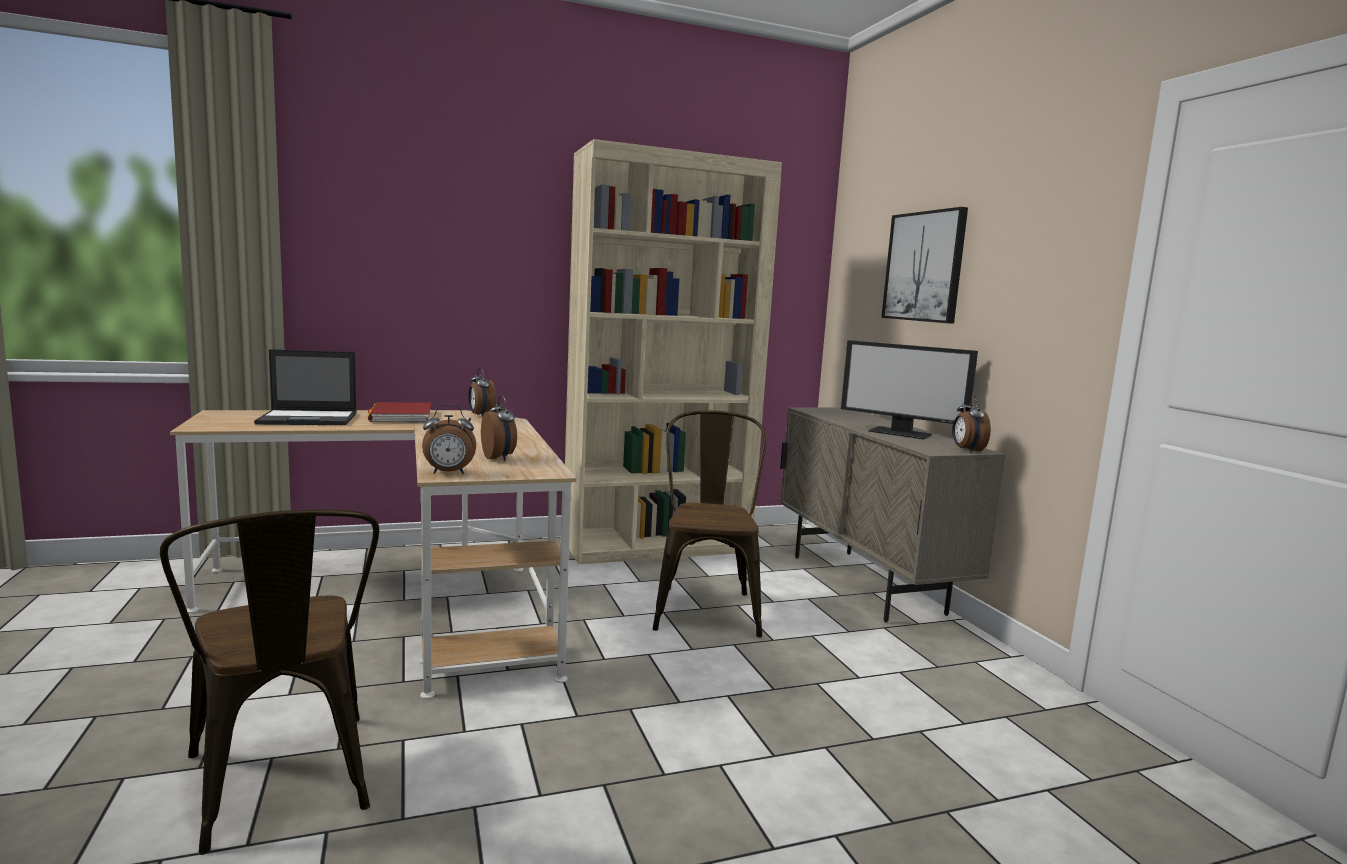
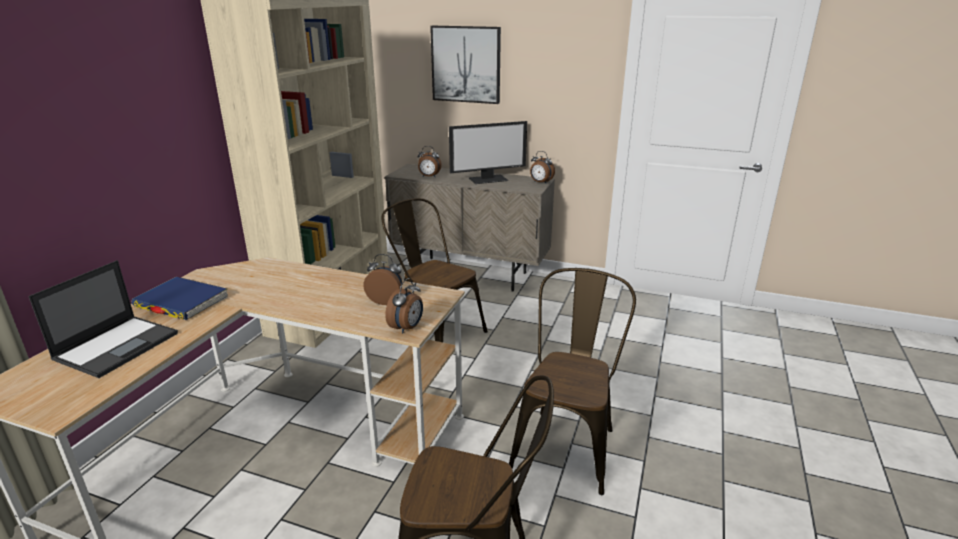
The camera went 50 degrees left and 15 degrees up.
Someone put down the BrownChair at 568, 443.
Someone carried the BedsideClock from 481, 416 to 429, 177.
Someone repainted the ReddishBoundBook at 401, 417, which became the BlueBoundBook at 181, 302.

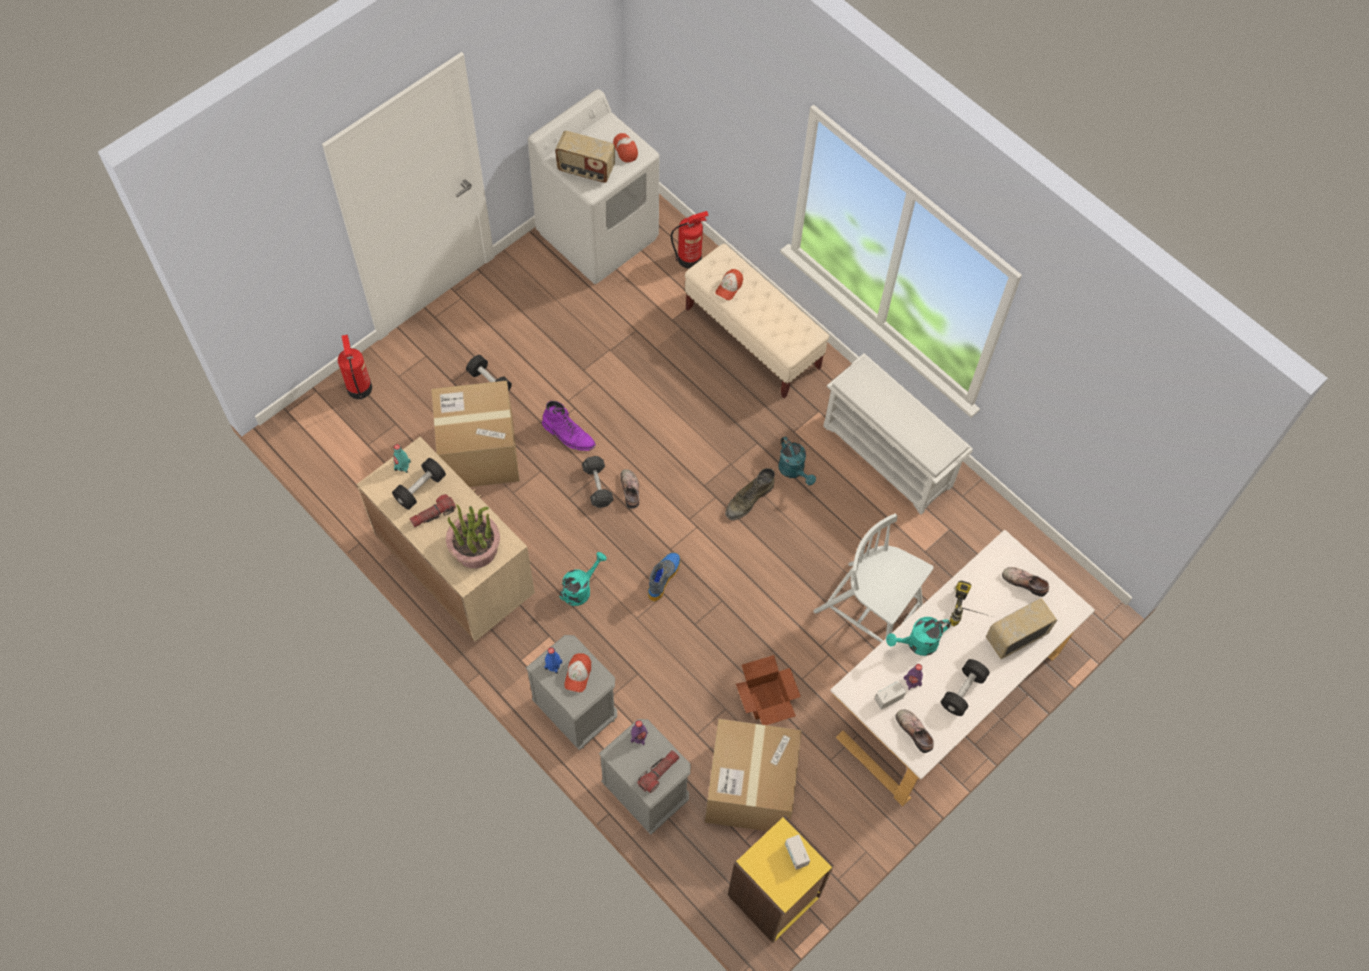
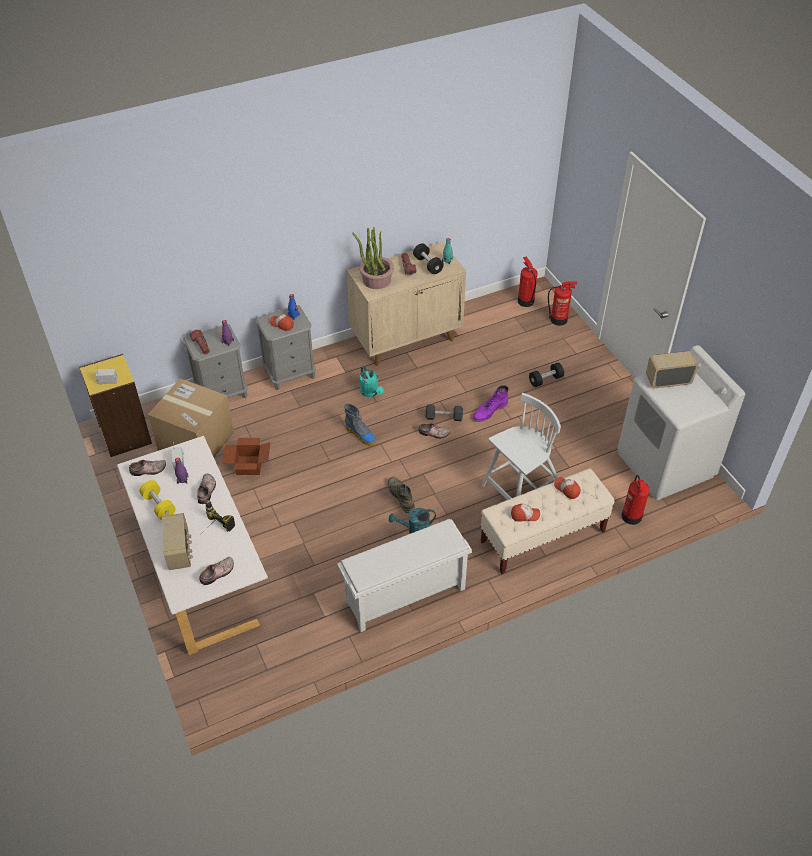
The camera went 110 degrees right and 15 degrees down.
Someone took away the PackingBox at 479, 453.
Someone put down the Extinguisher at 525, 301.
Someone carried the PeakedCap from 625, 149 to 525, 515.
Someone carried the WhiteColouredChair from 870, 611 to 521, 488.
Someone swapped the BlueGreenWateringCan at 917, 644 for the Shoe at 207, 491.
Someone repainted the BlackFreeWeight at 962, 691, which became the YellowishFreeWeight at 159, 505.
Someone rotated the RadioSet at 586, 170 by 45 degrees clockwise.

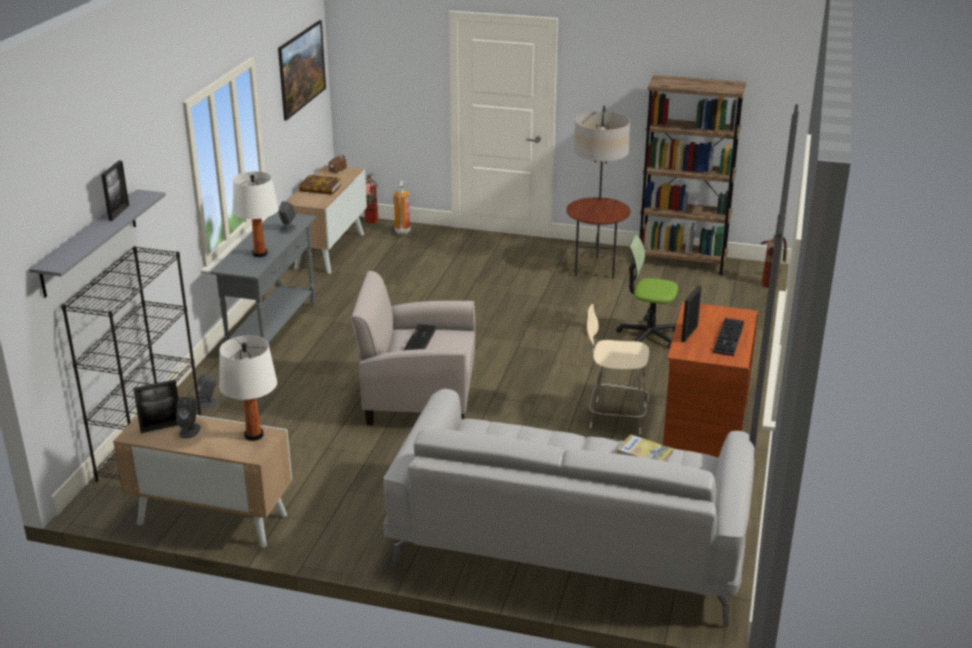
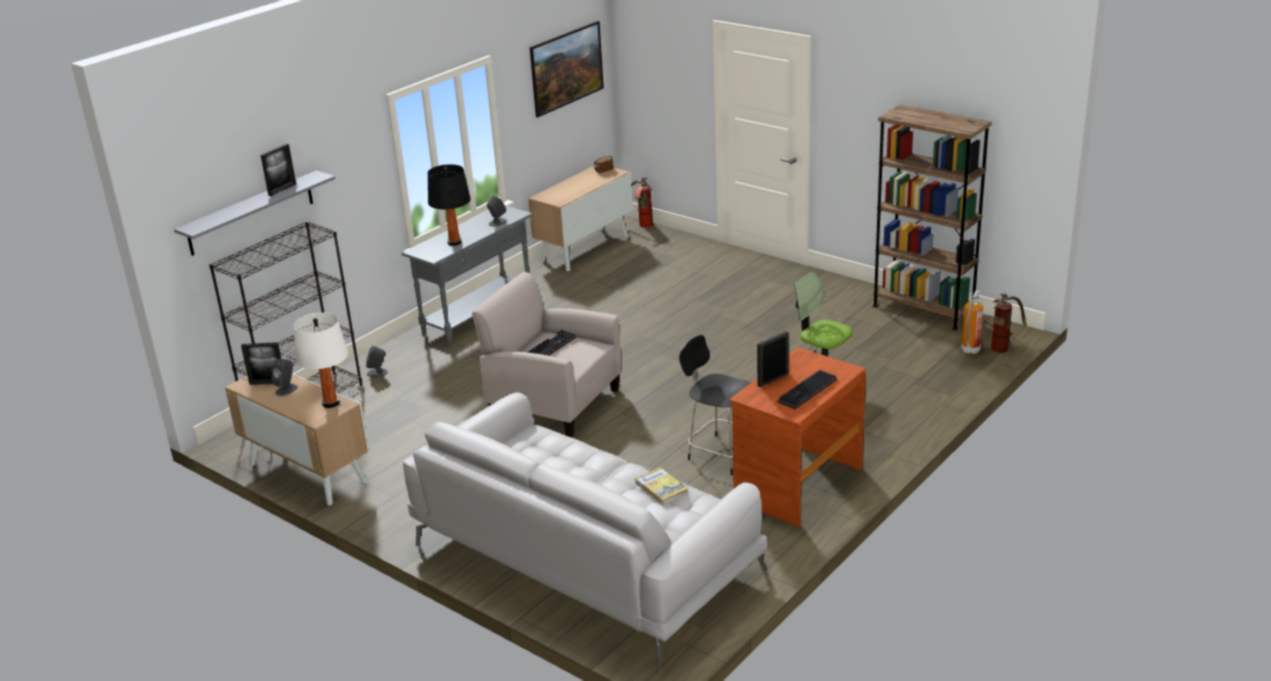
The camera went 25 degrees right and 0 degrees up.
Someone took away the BoundBook at 320, 188.
Someone took away the FloorLamp at 595, 268.
Someone carried the Extinguisher from 402, 232 to 970, 351.
Someone repainted the WhiteColouredTableLamp at 260, 254, which became the BlackTableLamp at 454, 242.
Someone repainted the SandColouredChair at 615, 417, which became the BlackChair at 721, 454.

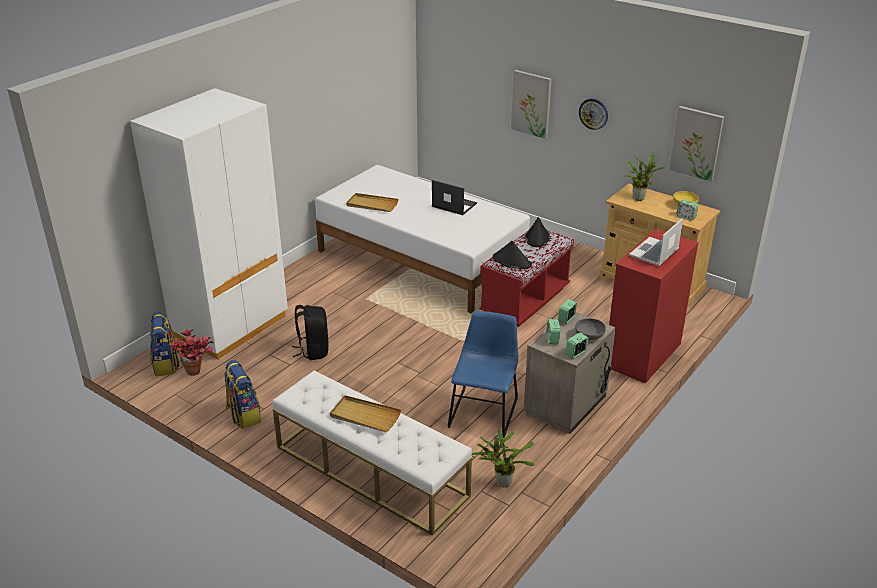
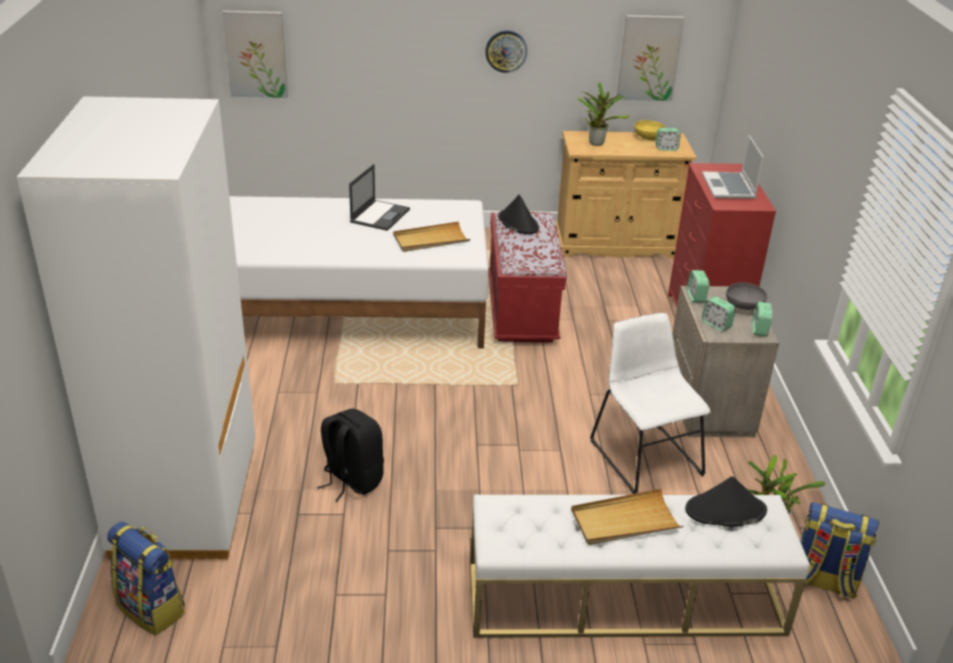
The camera went 40 degrees left and 0 degrees up.
Someone took away the Houseplant at 198, 373.
Someone carried the Rucksack from 243, 415 to 822, 581.
Someone carried the SandColouredCarryingTray from 372, 204 to 431, 240.
Someone carried the BlackWearableHat from 511, 261 to 725, 510.
Someone carried the Picture from 531, 103 to 256, 54.
Someone repainted the BlueChair at 484, 410, which became the WhiteColouredChair at 643, 454.
Someone rotated the Laptop at 453, 205 by 120 degrees clockwise.

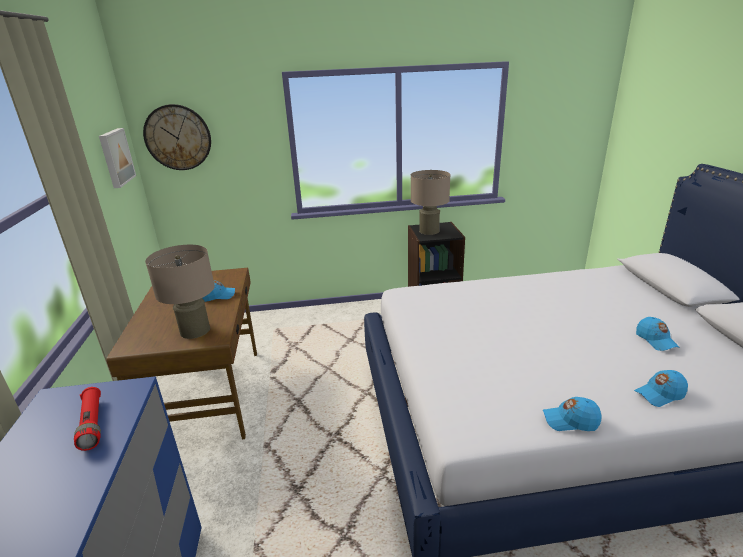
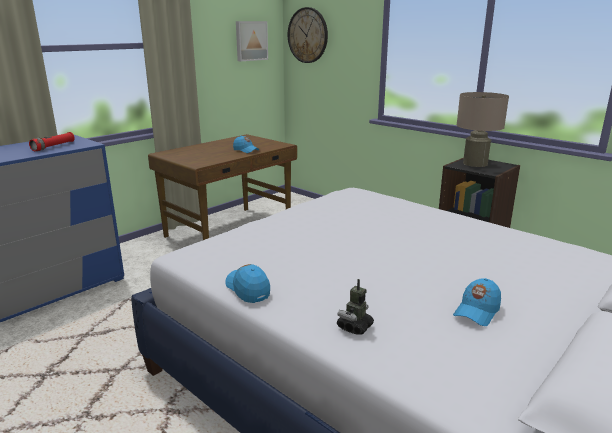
The camera went 50 degrees right and 5 degrees down.
Someone took away the SandColouredTableLamp at 195, 330.
Someone swapped the BluePeakedCap at 659, 394 for the ModelRobot at 355, 327.

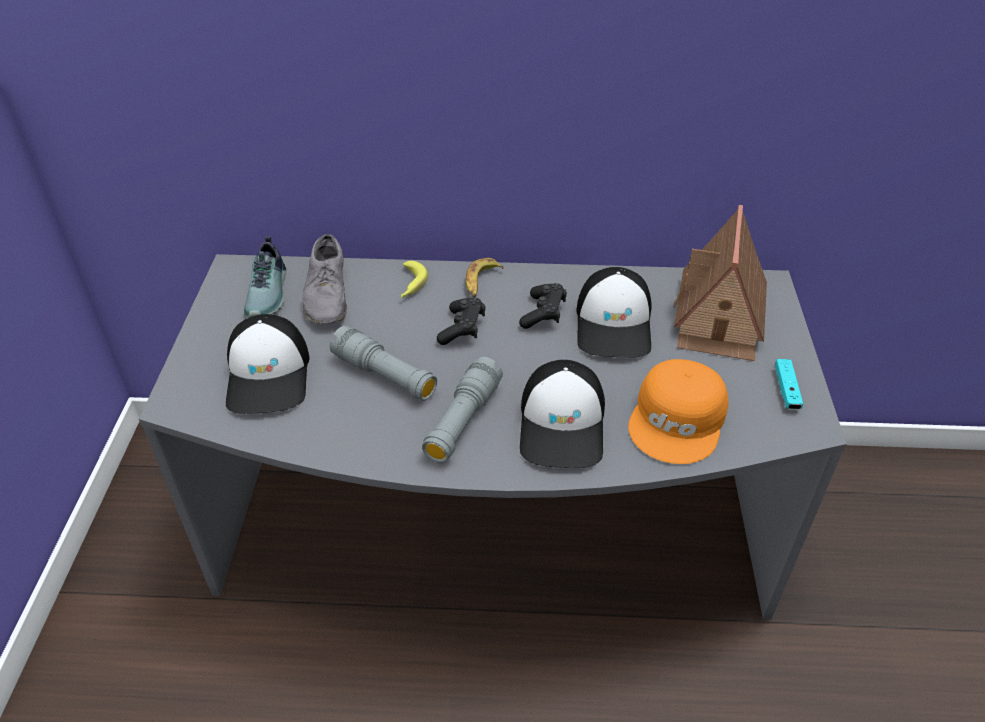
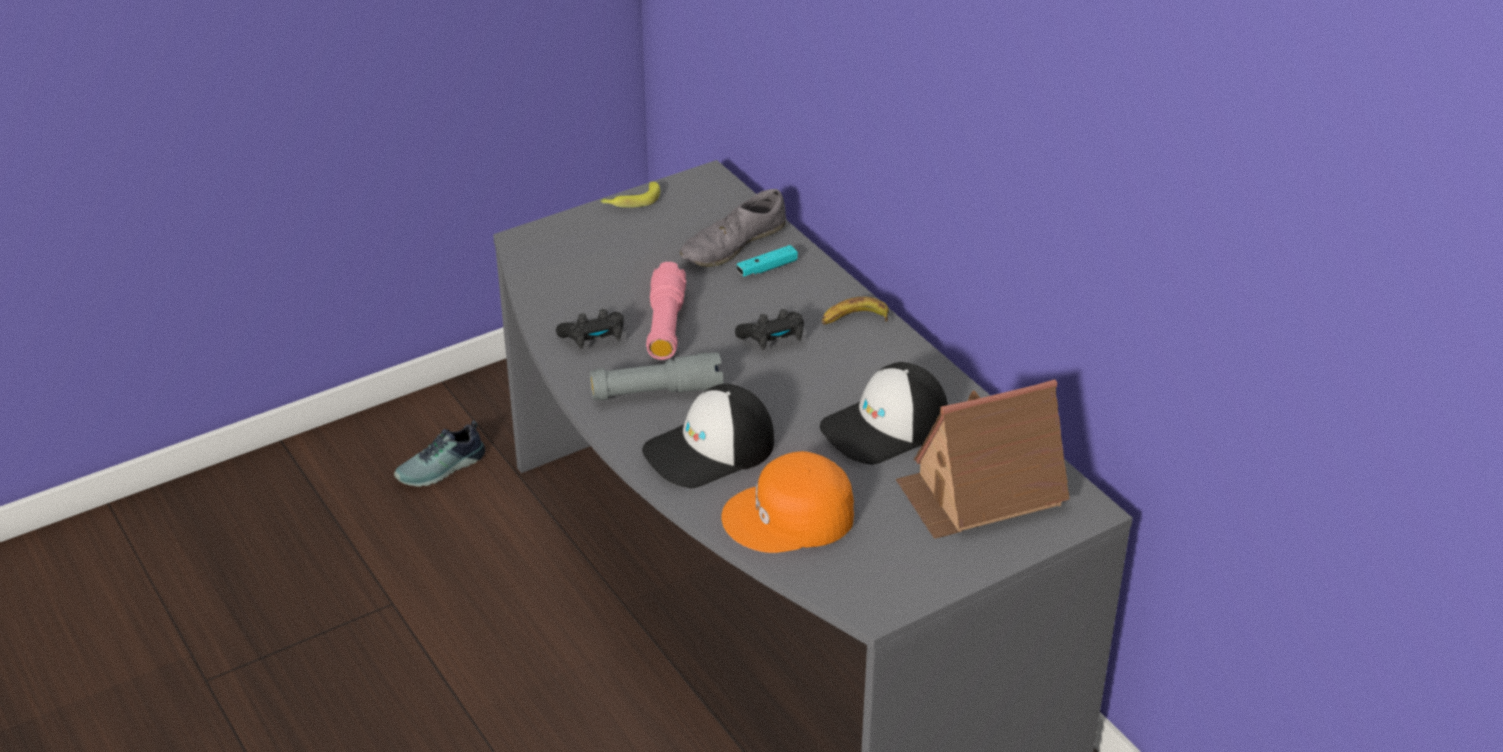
The camera went 55 degrees right and 5 degrees down.
Someone took away the PeakedCap at 269, 376.
Someone carried the Shoe from 269, 293 to 442, 469.
Someone carried the Banana from 410, 285 to 631, 201.
Someone carried the BlackJoypad from 543, 314 to 594, 339.
Someone carried the BlueGreenJoypad from 786, 390 to 767, 268.
Someone repainted the GreyishFlashlight at 384, 375, which became the PinkFlashlight at 665, 325.

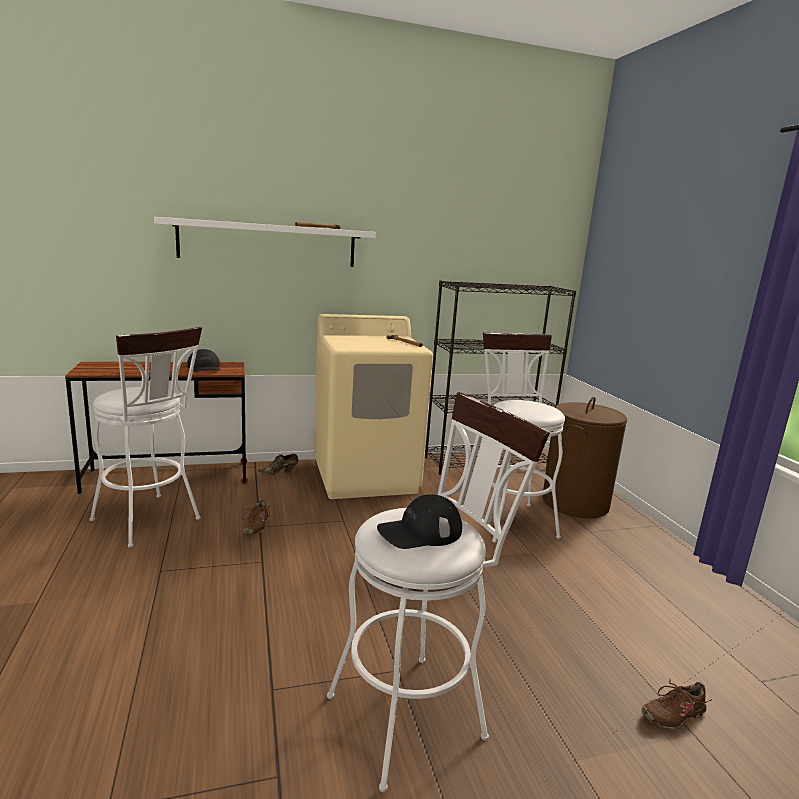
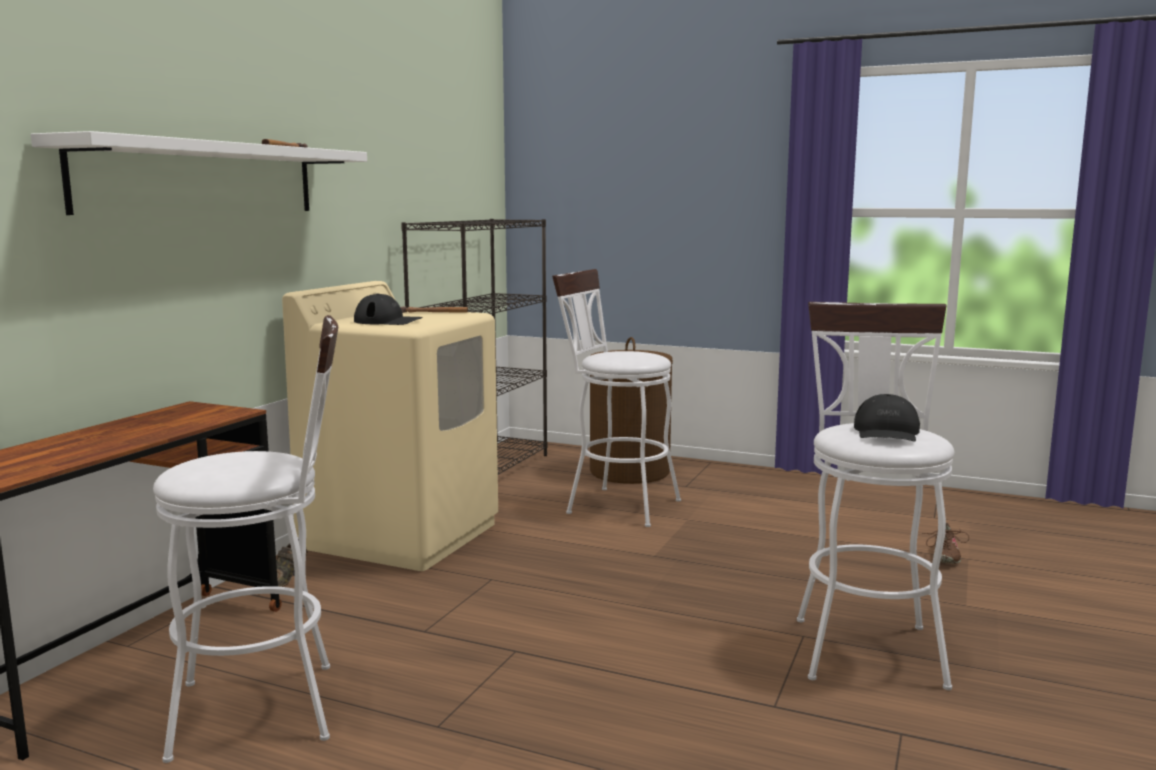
The camera went 50 degrees left and 5 degrees down.
Someone took away the BrownShoe at 255, 525.
Someone carried the BlackPeakedCap from 205, 368 to 388, 321.

